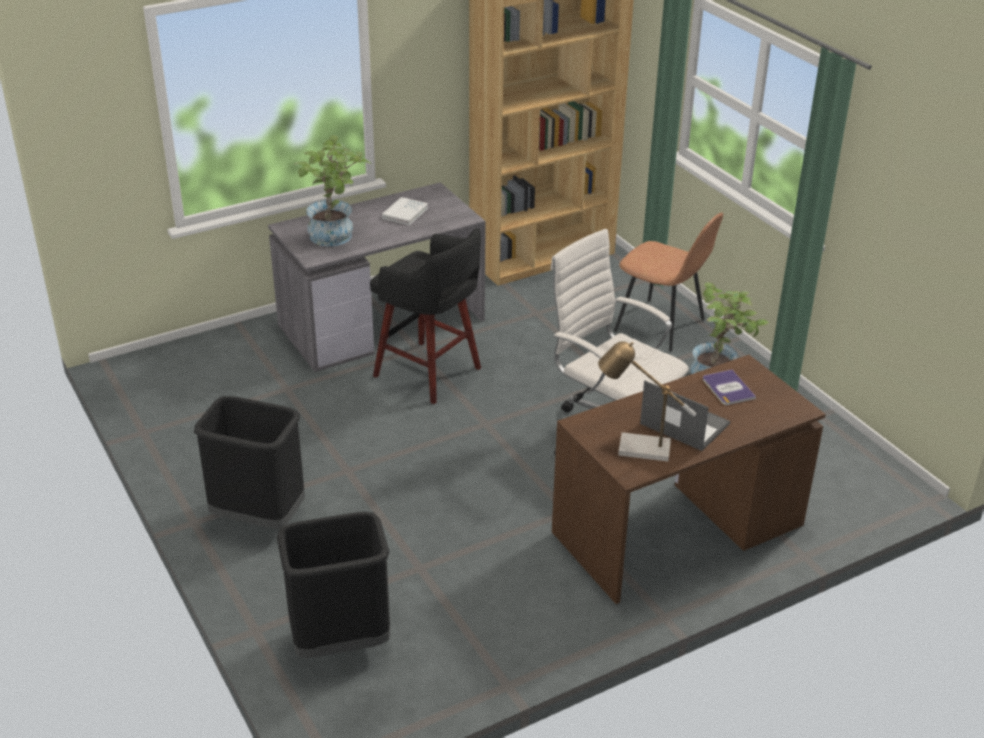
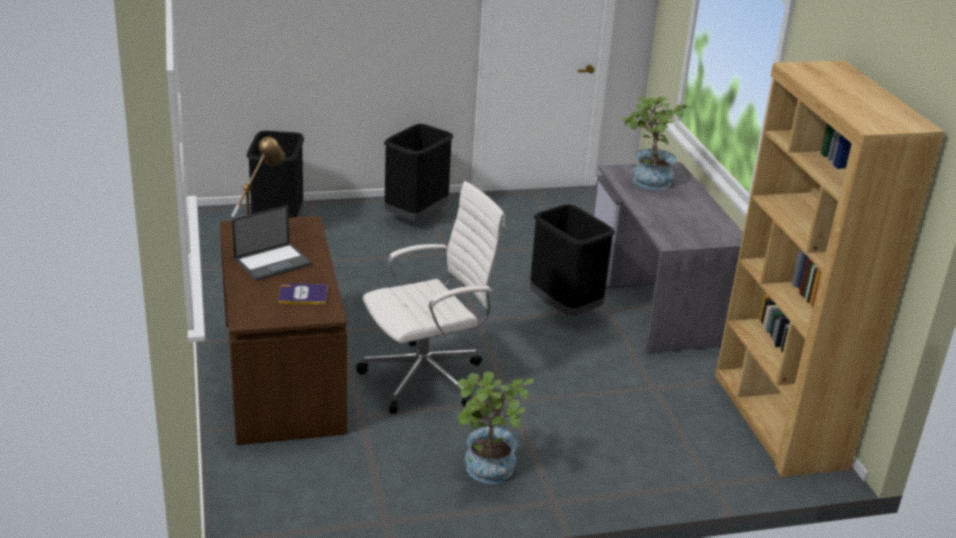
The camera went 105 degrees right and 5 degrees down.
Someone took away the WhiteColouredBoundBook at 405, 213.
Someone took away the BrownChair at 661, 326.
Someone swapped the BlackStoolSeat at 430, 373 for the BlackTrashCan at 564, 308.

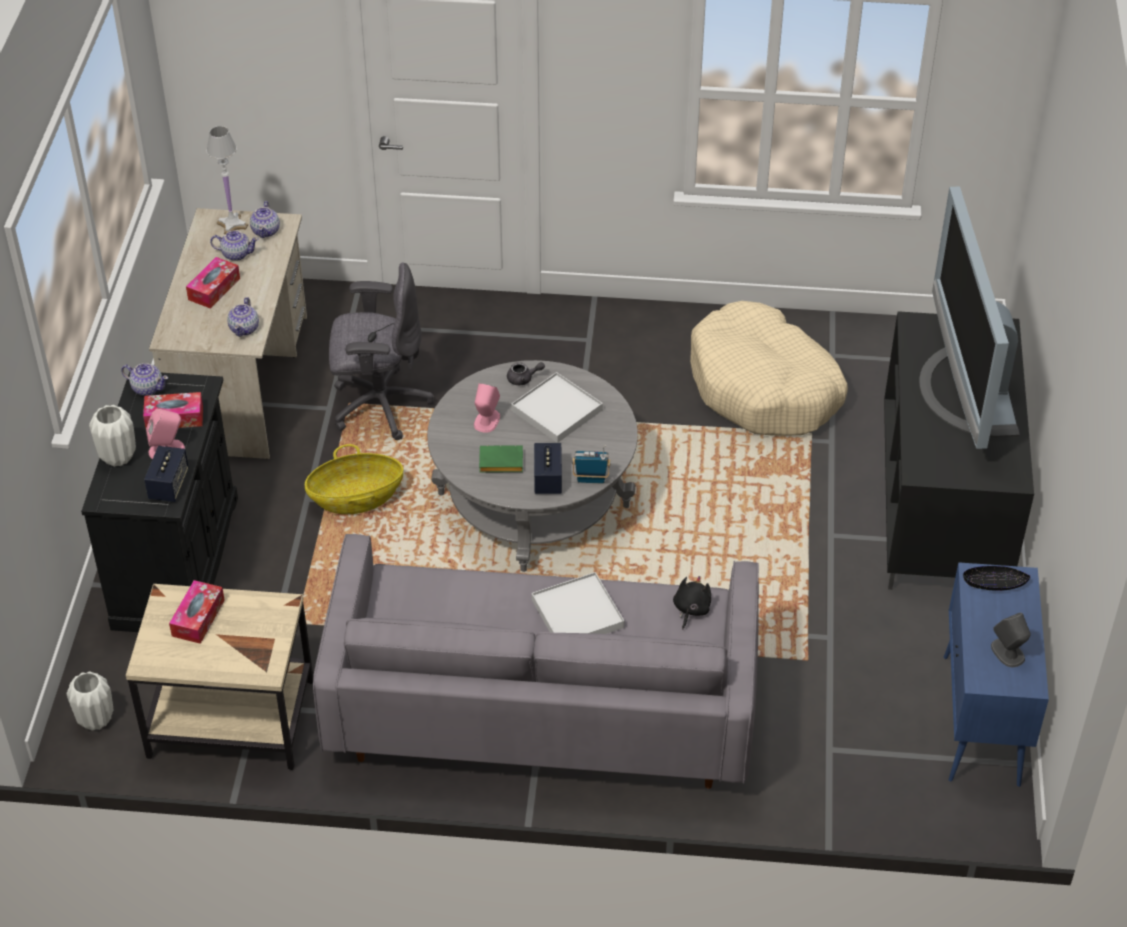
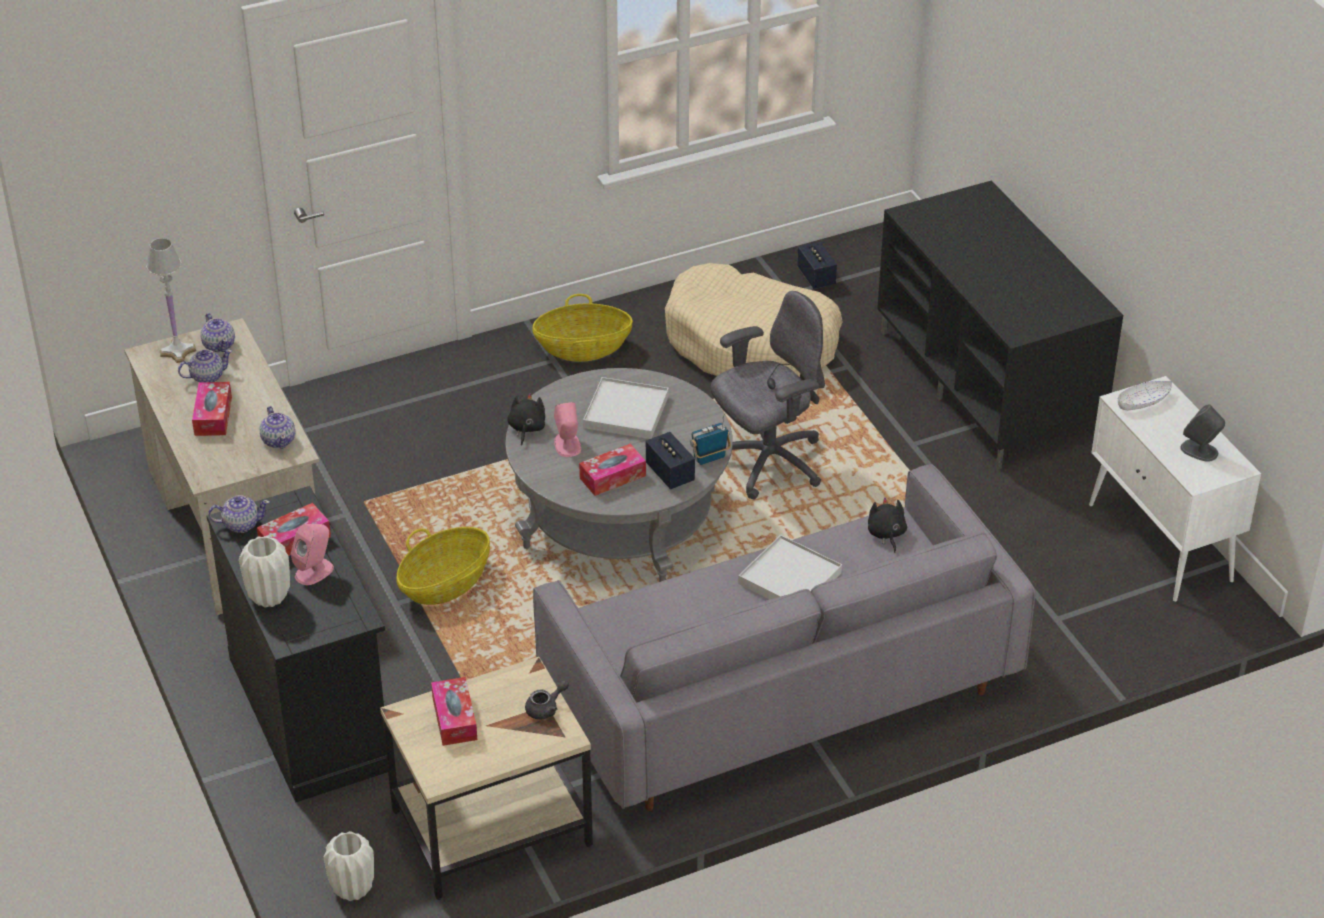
The camera went 30 degrees left and 5 degrees down.
Someone took away the Tv at 966, 389.
Someone put down the BlackCuddlyToy at 526, 428.
Someone put down the StorageBasket at 583, 348.
Someone carried the AudioSpeaker from 169, 485 to 816, 277.
Someone carried the GreyishComputerChair from 379, 405 to 767, 463.
Someone carried the GreyishPotForTea from 523, 379 to 546, 708.
Someone swapped the GreenColouredBoundBook at 499, 463 for the TissueHolder at 612, 477.
Someone repainted the BlueCupboard at 981, 721, which became the WhiteColouredCupboard at 1161, 544.
Someone repainted the BlackServingBowl at 994, 584, which became the WhiteColouredServingBowl at 1143, 401.

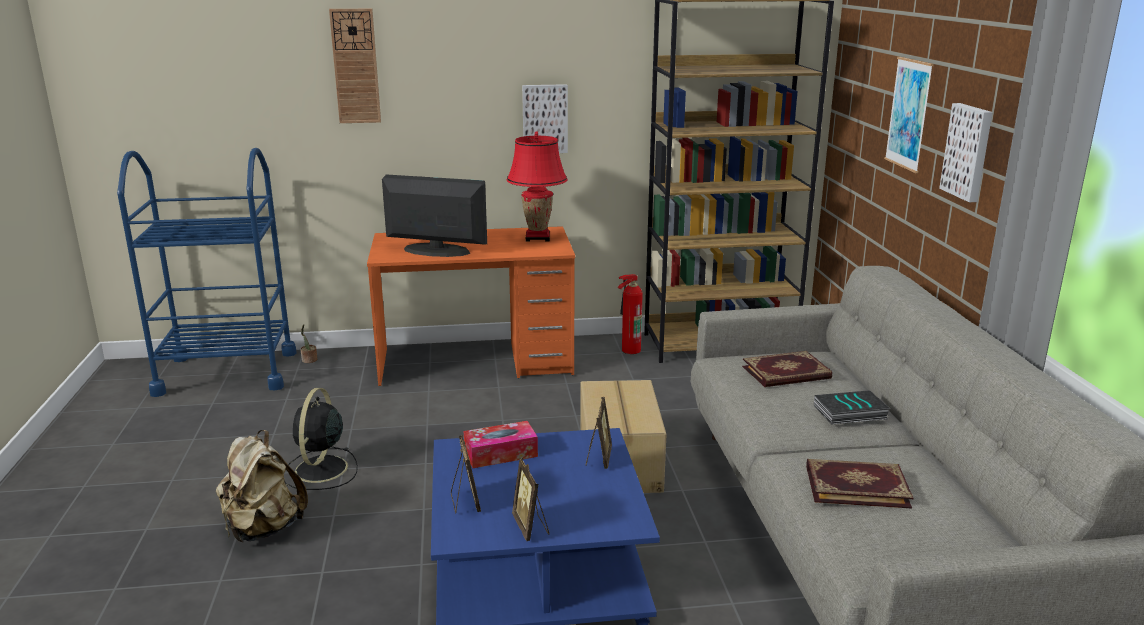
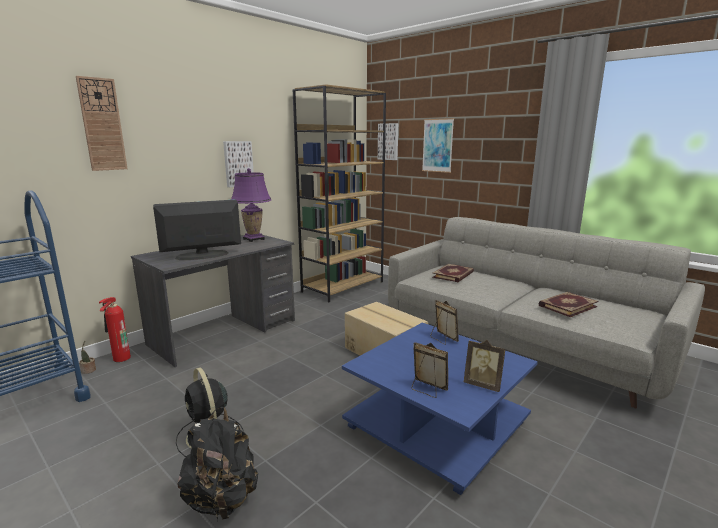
The camera went 40 degrees left and 5 degrees down.
Someone took away the TissueHolder at 501, 453.
Someone took away the BoundBook at 850, 413.
Someone carried the Extinguisher from 628, 350 to 119, 359.
Someone carried the Picture from 969, 152 to 388, 141.
Someone repainted the SandColouredRucksack at 263, 529, which became the BlackRucksack at 222, 500.
Someone repainted the OrangeyDeskTable at 476, 362, which became the GreyishDeskTable at 225, 332.
Someone repainted the ReddishTableLamp at 537, 237, which became the PurpleTableLamp at 253, 239.

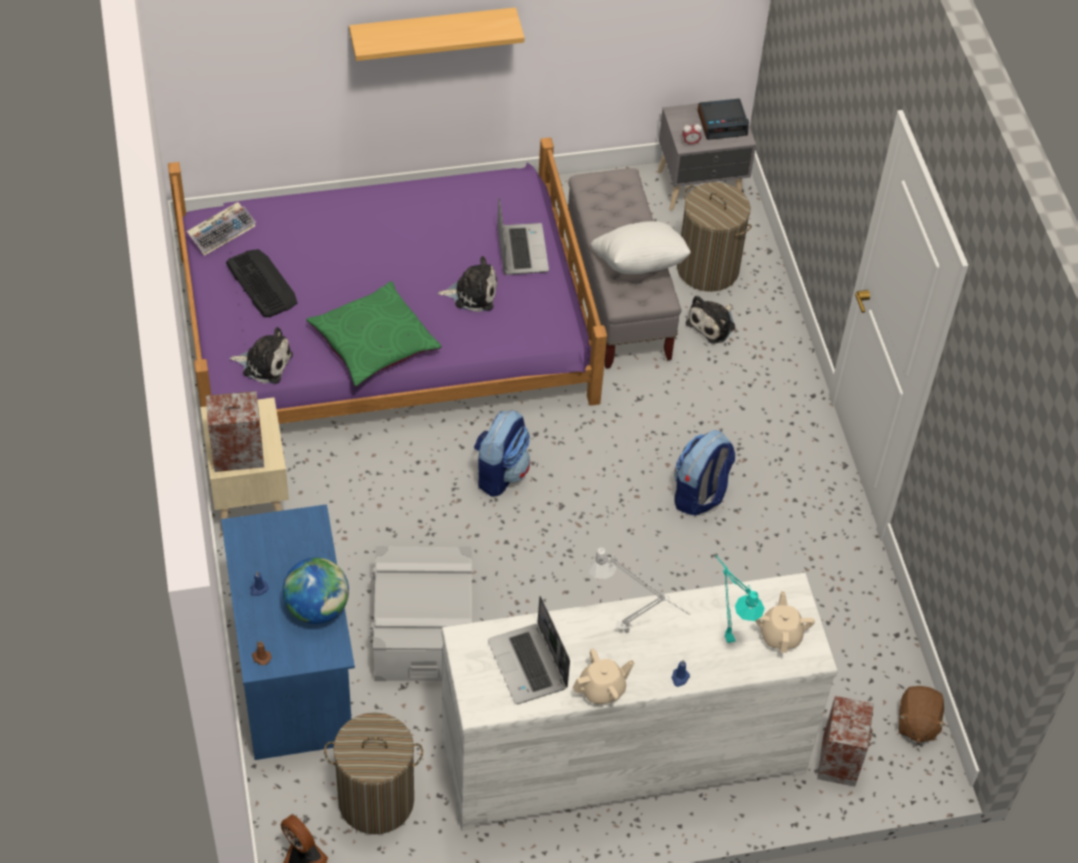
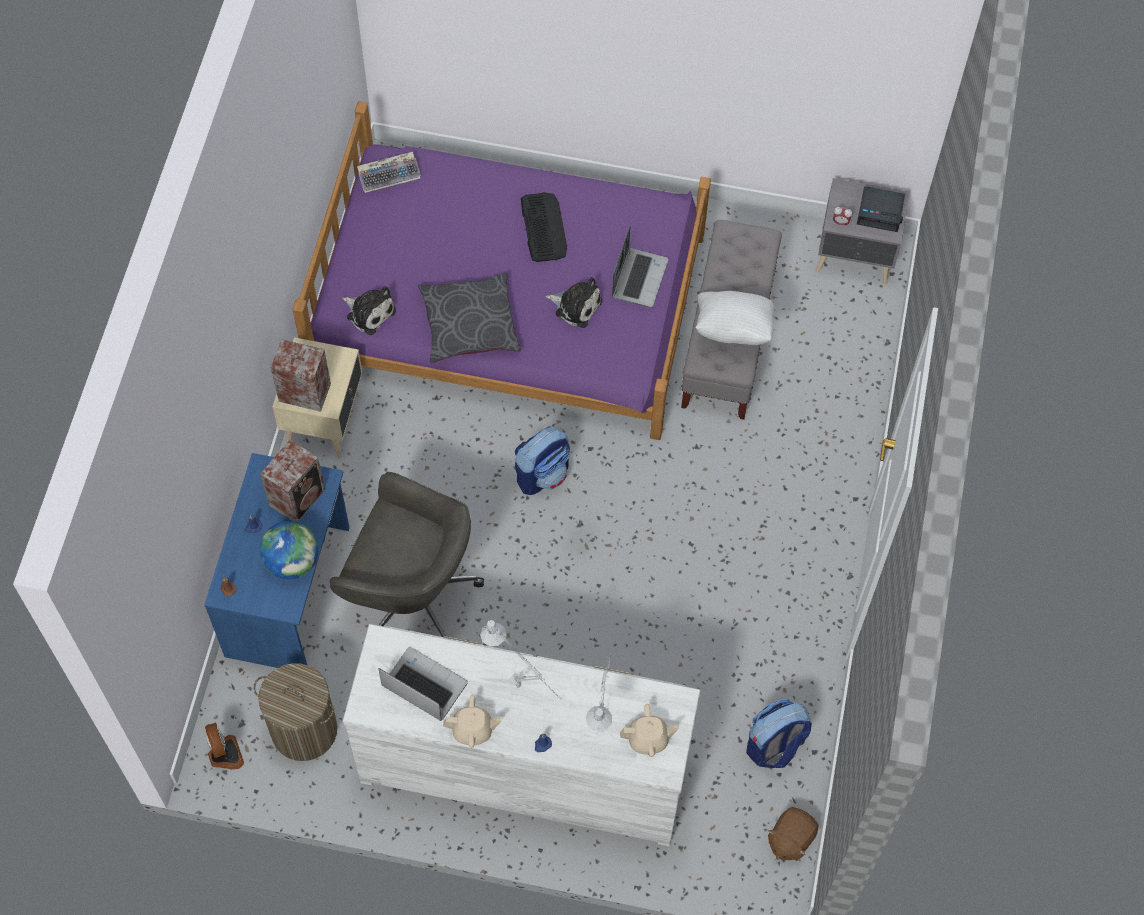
The camera went 25 degrees right and 10 degrees up.
Someone took away the WallShelf at 433, 33.
Someone took away the LaundryBasket at 708, 268.
Someone took away the CuddlyToy at 713, 324.
Someone carried the ComputerKeyboard from 261, 283 to 543, 227.
Someone carried the Rucksack from 699, 494 to 775, 746.
Someone carried the AudioSpeaker from 840, 759 to 299, 497.
Someone swapped the GreyishStorageBin at 423, 630 for the GreyishComputerChair at 411, 594.
Someone repainted the GreenColouredPillow at 374, 343, which became the GreyishPillow at 469, 325.
Someone repainted the BlueGreenTableLamp at 724, 632, which became the GreyishTableLamp at 601, 717.
Someone rotated the Laptop at 529, 665 by 120 degrees clockwise.
Someone rotated the SandColouredPotForTea at 781, 635 by 60 degrees clockwise.

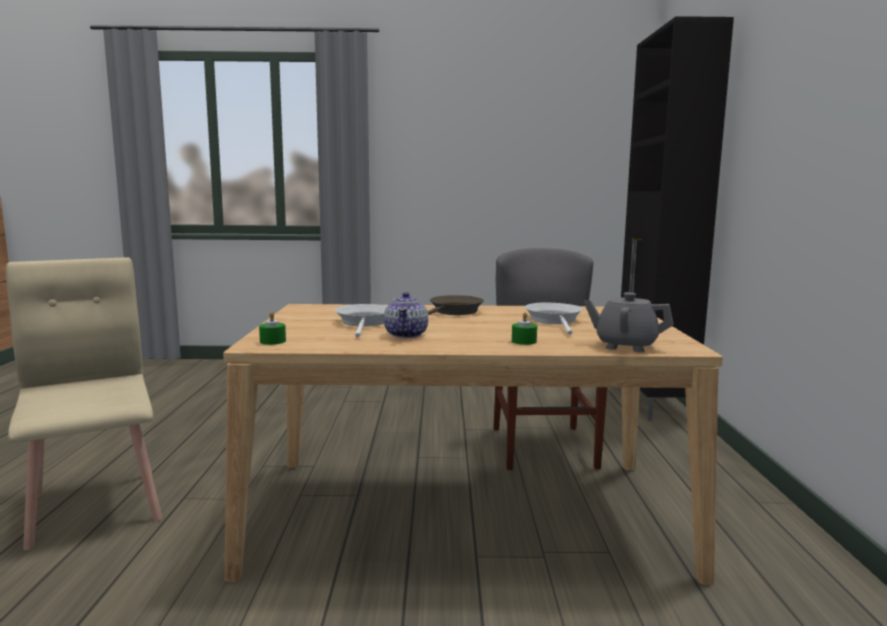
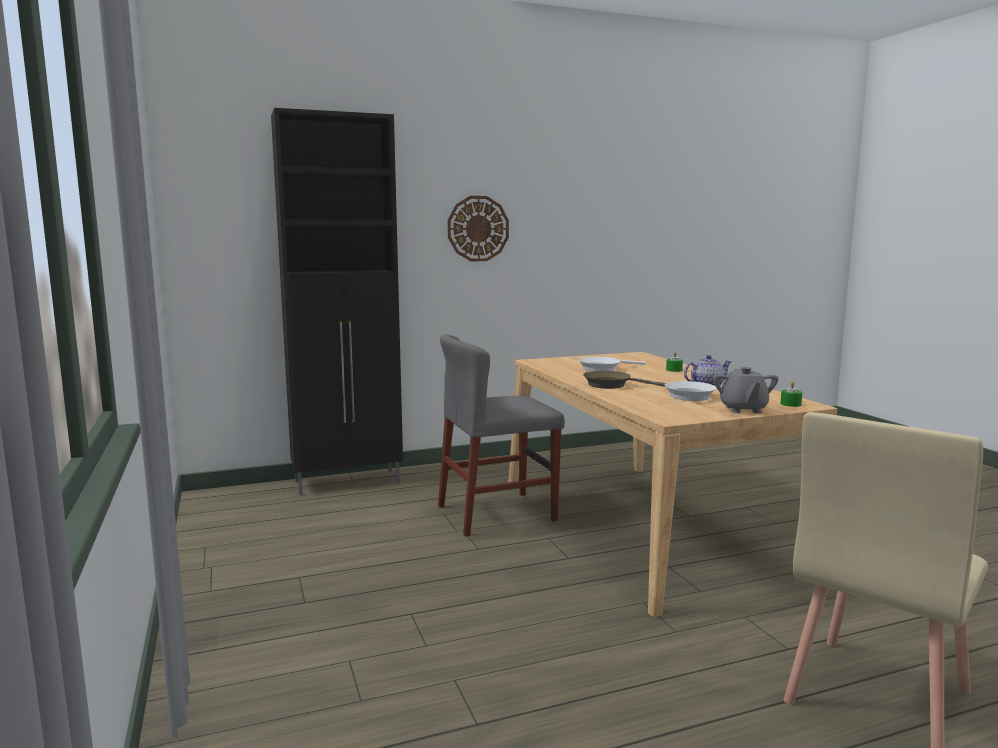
The camera went 110 degrees left and 0 degrees up.
Someone put up the HangingClock at 478, 228.
Someone carried the GreyishPotForTea from 625, 346 to 743, 409.

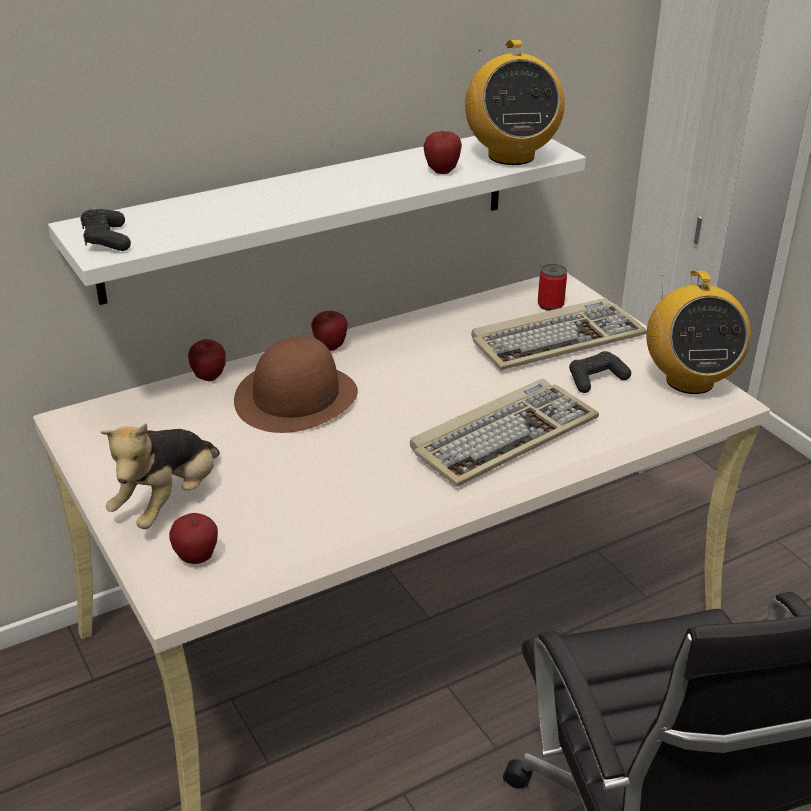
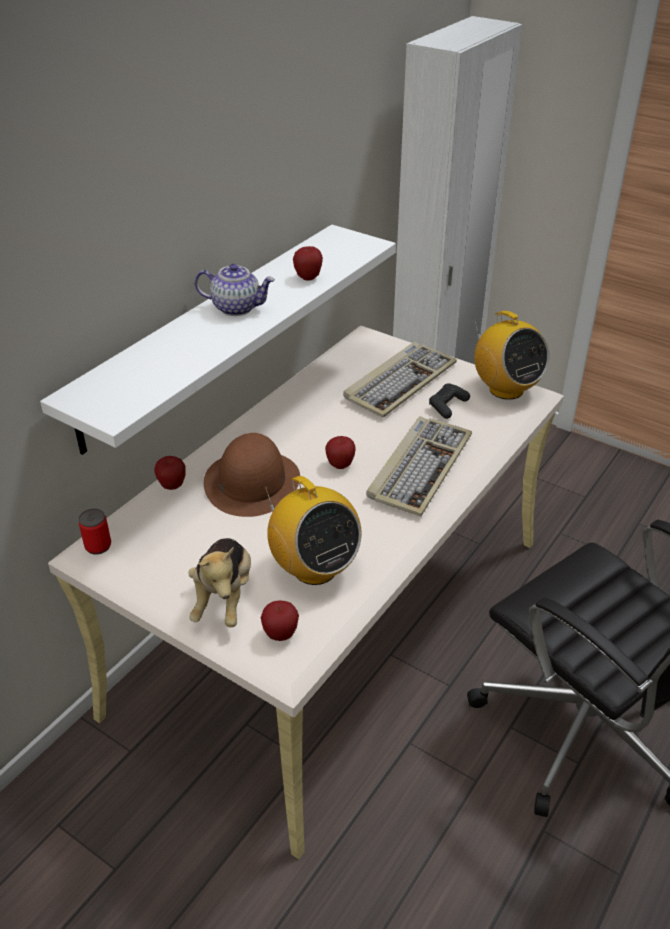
The camera went 25 degrees left and 5 degrees up.
Someone took away the BlackJoypad at 106, 239.
Someone put down the PotForTea at 237, 307.
Someone carried the WholeApple from 330, 347 to 340, 465.
Someone carried the RadioSet from 510, 156 to 314, 568.
Someone carried the MetalCan from 550, 305 to 98, 546.

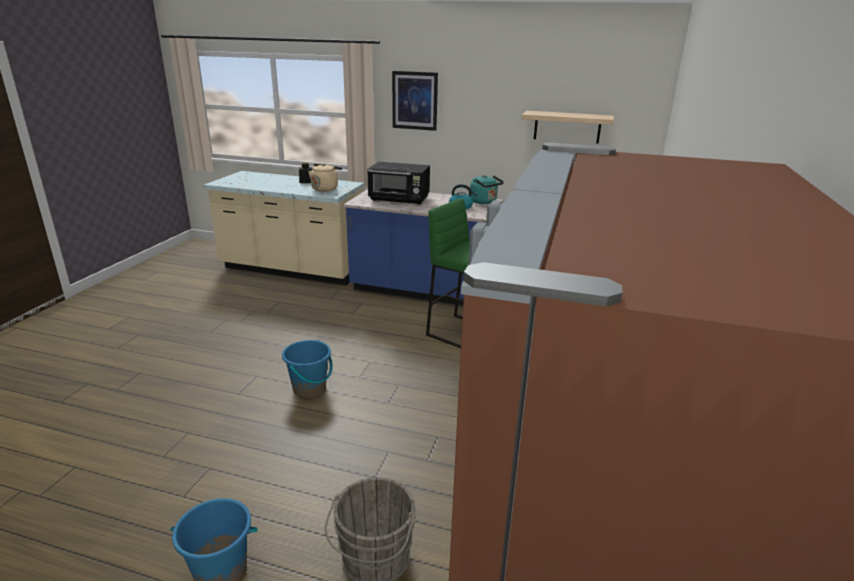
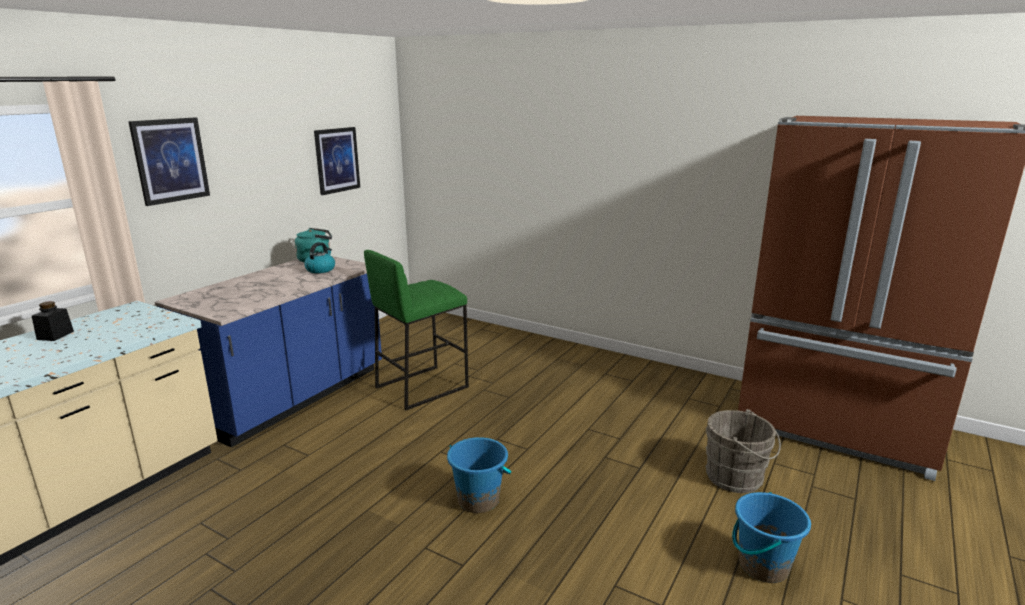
The camera went 75 degrees left and 5 degrees down.
Someone took away the SandColouredKettle at 325, 189.
Someone took away the BlackKitchenMicrowave at 399, 199.
Someone swapped the WallShelf at 567, 127 for the Picture at 337, 160.

